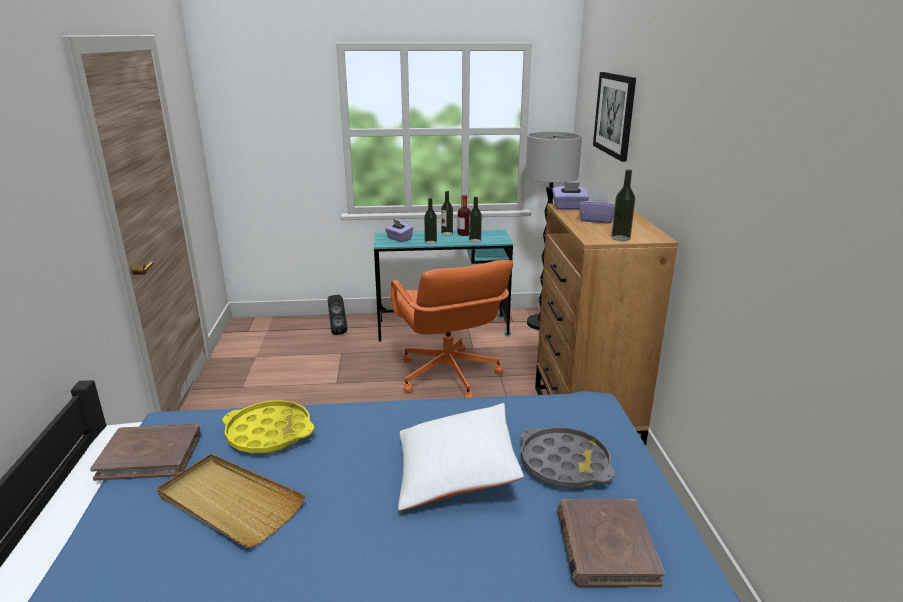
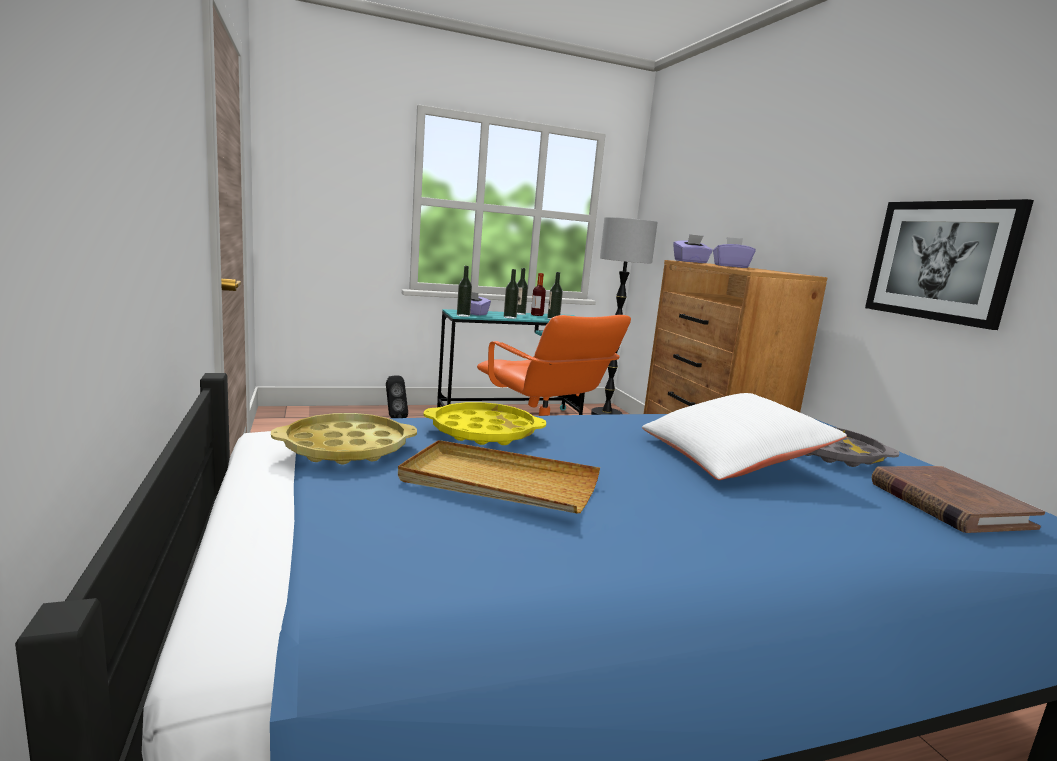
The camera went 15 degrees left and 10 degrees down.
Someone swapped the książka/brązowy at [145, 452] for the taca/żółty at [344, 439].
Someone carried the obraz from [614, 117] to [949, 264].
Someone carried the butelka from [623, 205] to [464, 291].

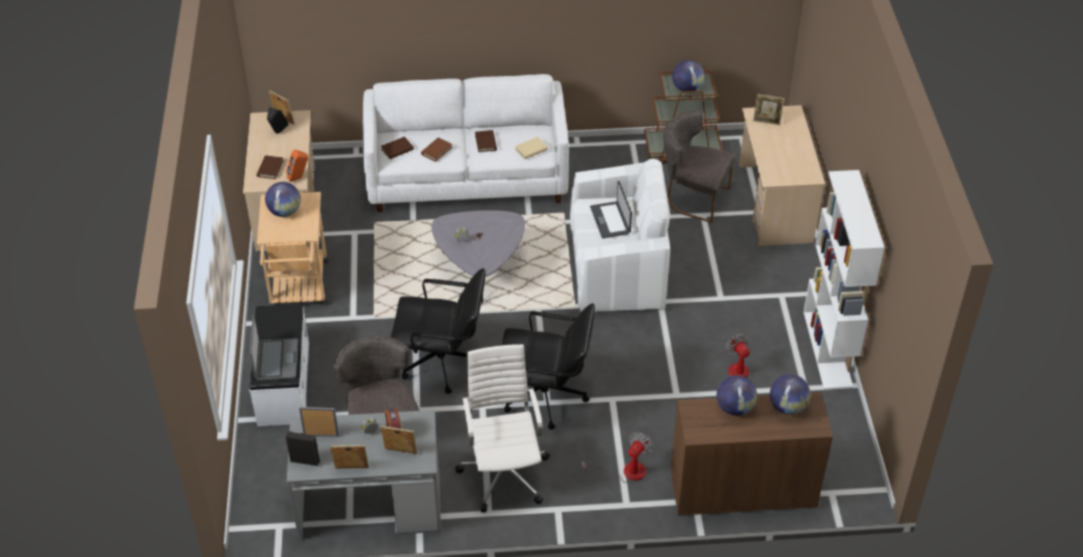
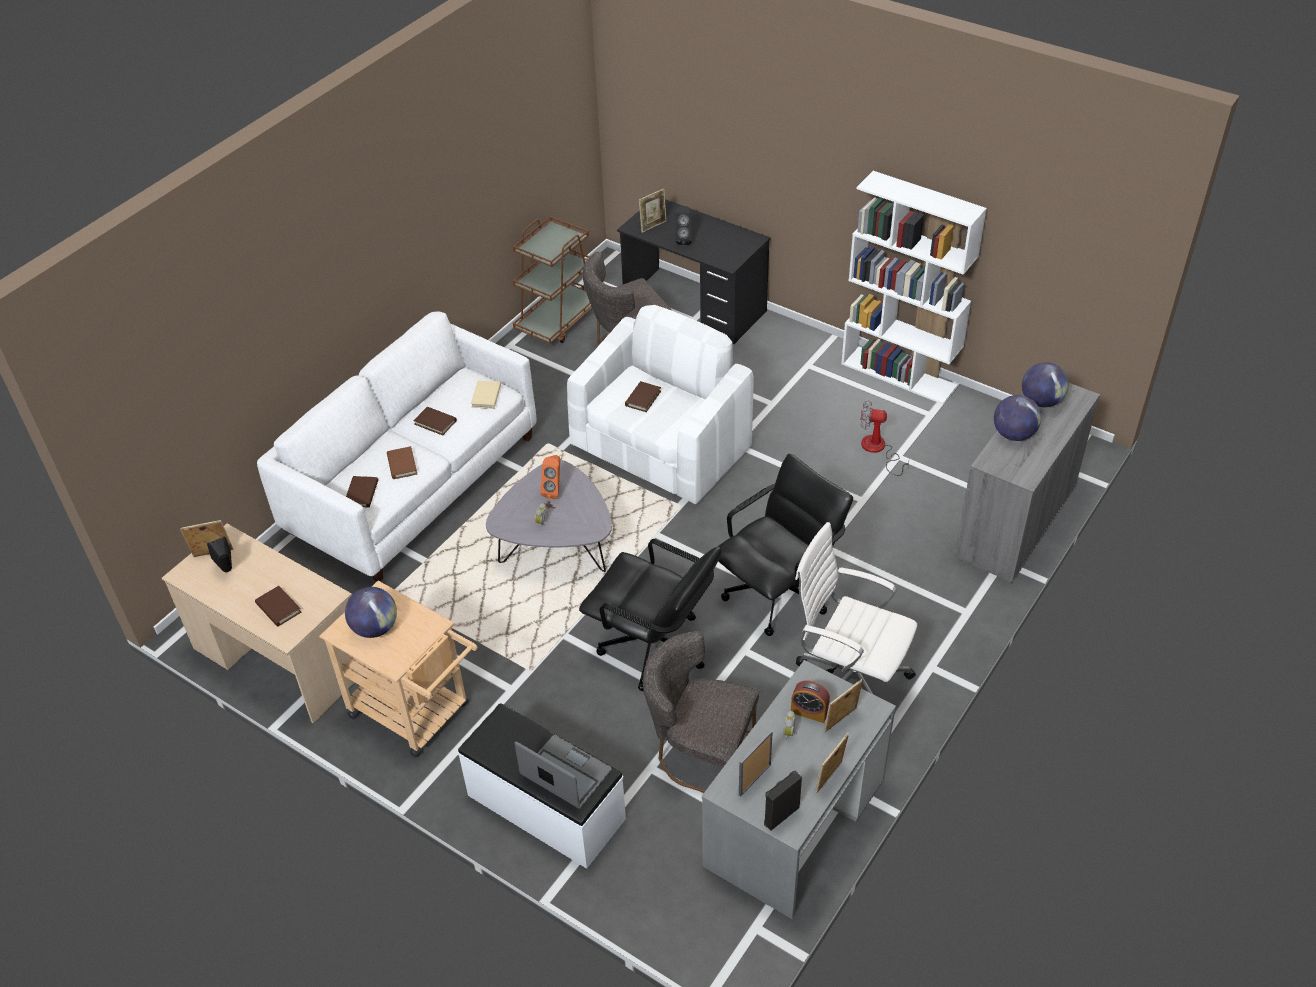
The camera went 50 degrees left and 0 degrees up.
Someone carried the głośnik/pomarańczowy from [297, 165] to [550, 477].
Someone rotated the krzesło biurowe/czarny at [438, 331] by 75 degrees clockwise.
Someone took away the wentylator at [617, 457].
Someone swapped the laptop at [611, 209] for the książka/brązowy at [643, 396].
Someone repainted the szafka/brązowy at [752, 454], which became the szafka/szary at [1027, 483].
Someone took away the globus at [688, 75].
Someone repainted the biurko/beżowy at [782, 175], which became the biurko/czarny at [693, 271].
Someone put down the głośnik/czarny at [683, 225].

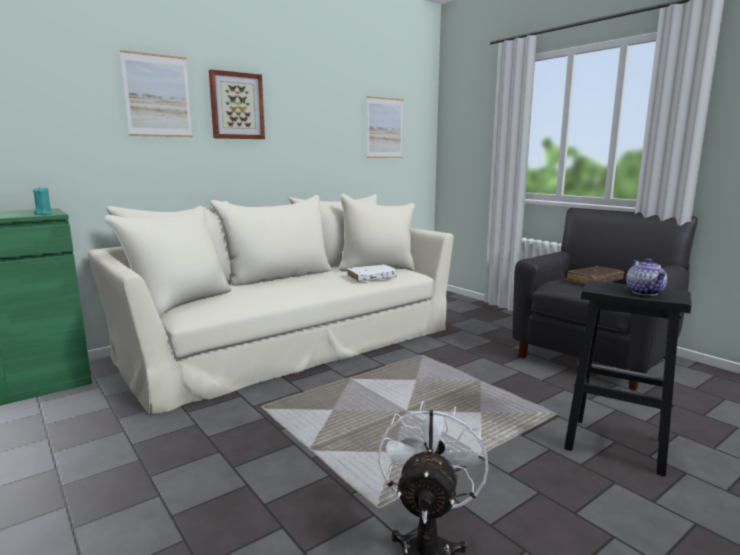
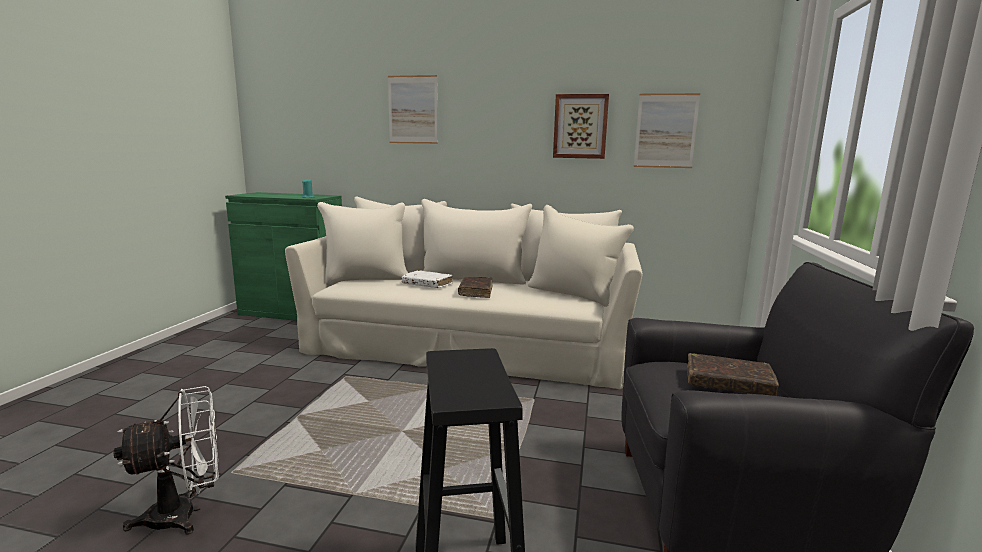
The camera went 50 degrees right and 0 degrees up.
Someone carried the obraz from [237, 104] to [581, 126].
Someone carried the książka/biały from [372, 273] to [427, 279].
Someone took away the imbryk at [646, 277].
Someone put down the książka/brązowy at [475, 287].

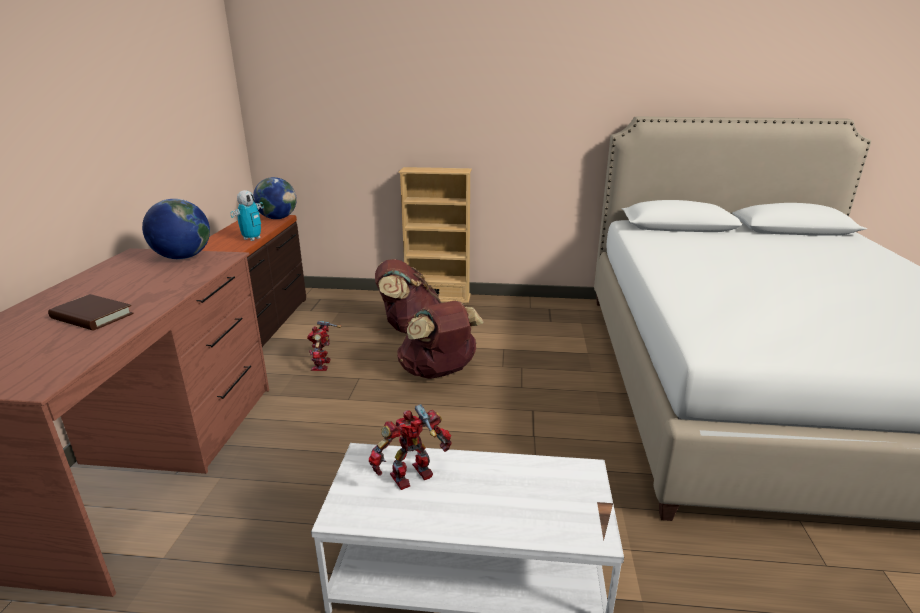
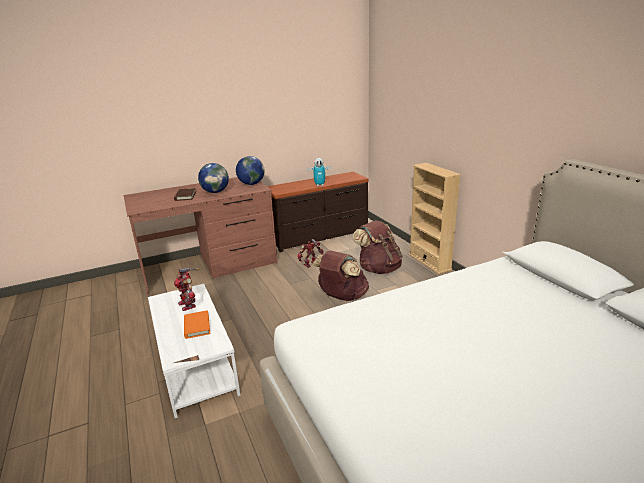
The camera went 60 degrees right and 0 degrees up.
Someone carried the globus from [275, 198] to [213, 178].
Someone rotated the robot zabawkowy at [410, 447] by 150 degrees counterclockwise.
Someone put down the książka/pomarańczowy at [197, 324].

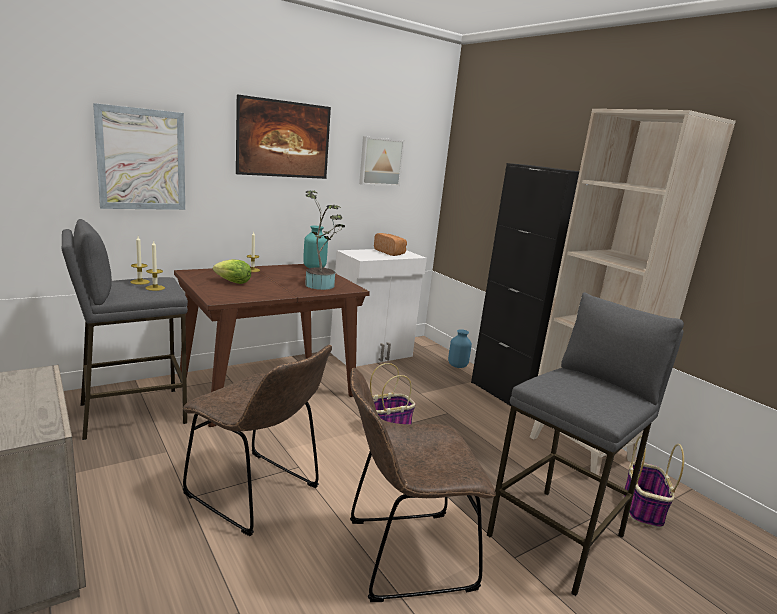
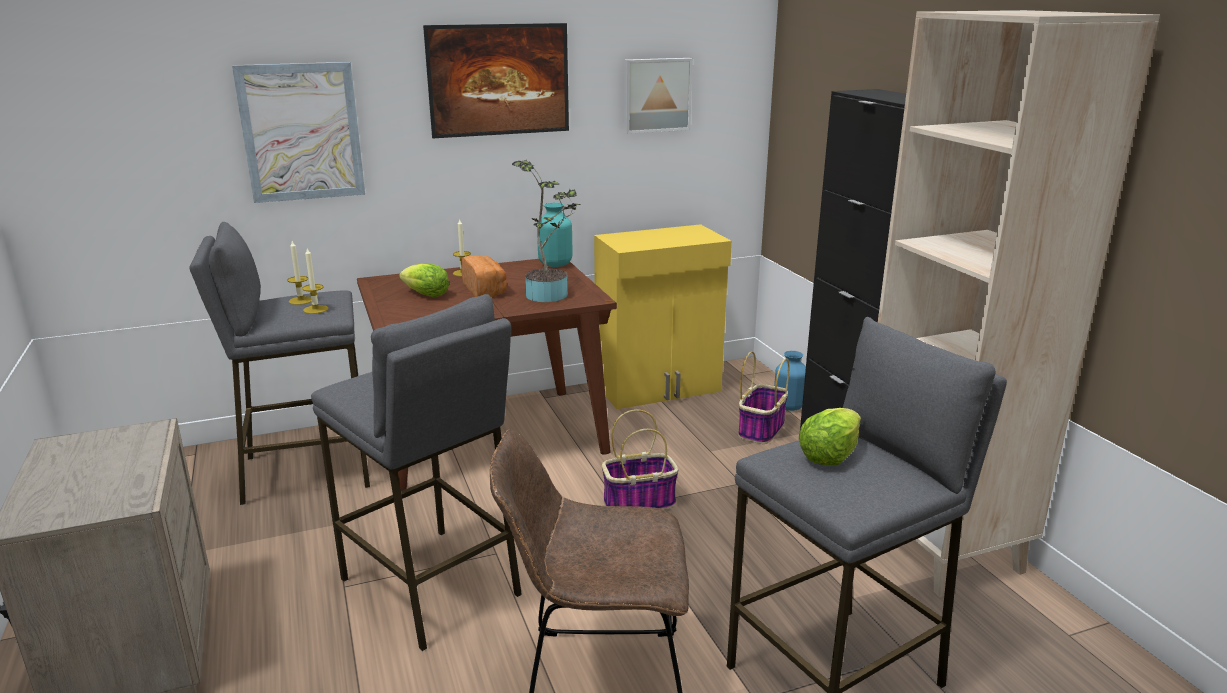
The camera went 15 degrees right and 5 degrees up.
Someone swapped the krzesło/brązowy at [257, 440] for the stołek/szary at [416, 472].
Someone repainted the szafka/biały at [378, 308], which became the szafka/żółty at [663, 316].
Someone carried the chleb from [390, 244] to [484, 276].
Someone carried the koszyk from [654, 482] to [764, 397].
Someone put down the sałata at [830, 436].

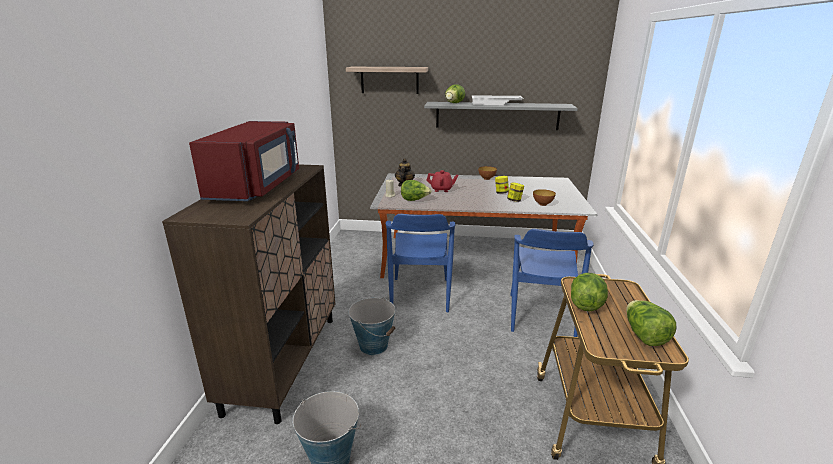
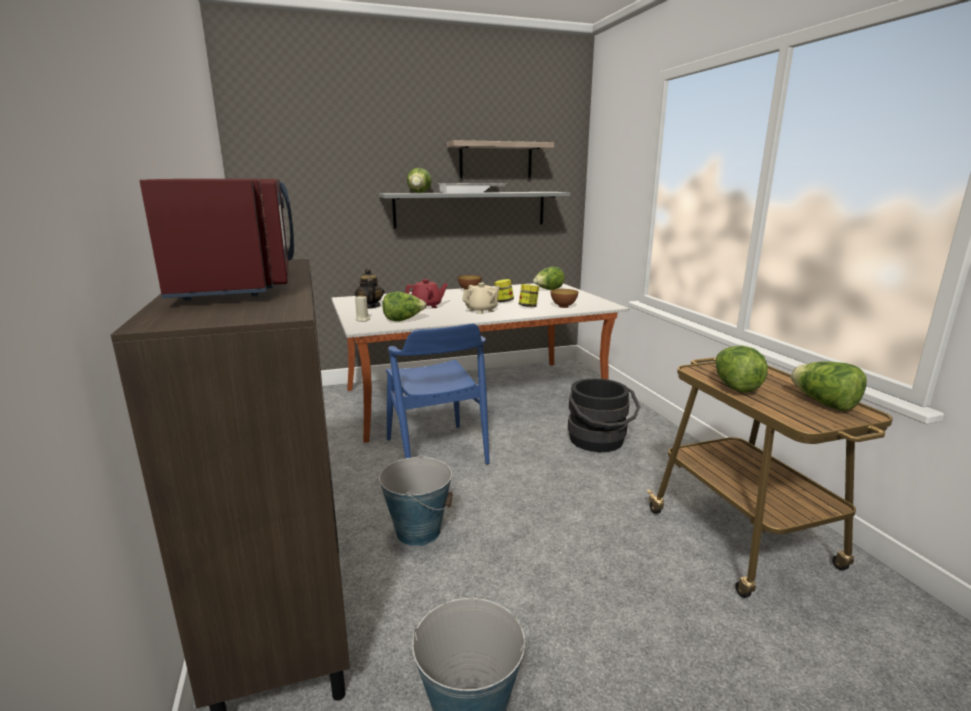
The camera went 25 degrees left and 5 degrees down.
Someone carried the półka from [387, 80] to [500, 159].
Someone swapped the krzesło/niebieski at [552, 283] for the wiadro/czarny at [604, 415].
Someone put down the imbryk/beżowy at [481, 298].
Someone put down the sałata at [549, 278].

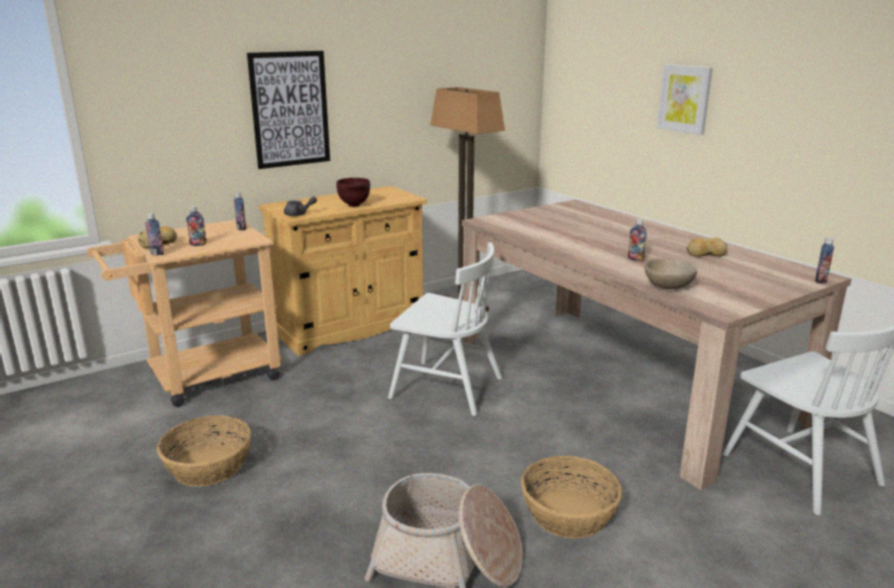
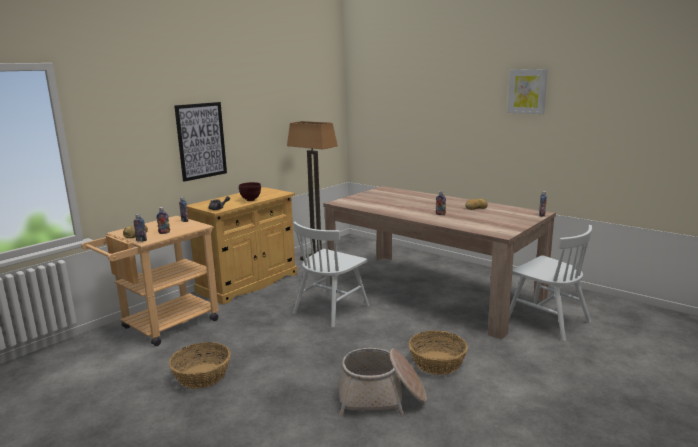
The camera went 15 degrees left and 5 degrees down.
Someone rotated the krzesło/biały at [445, 329] by 120 degrees clockwise.
Someone took away the miska/beżowy at [671, 274].
Someone carried the obraz from [685, 99] to [527, 91].

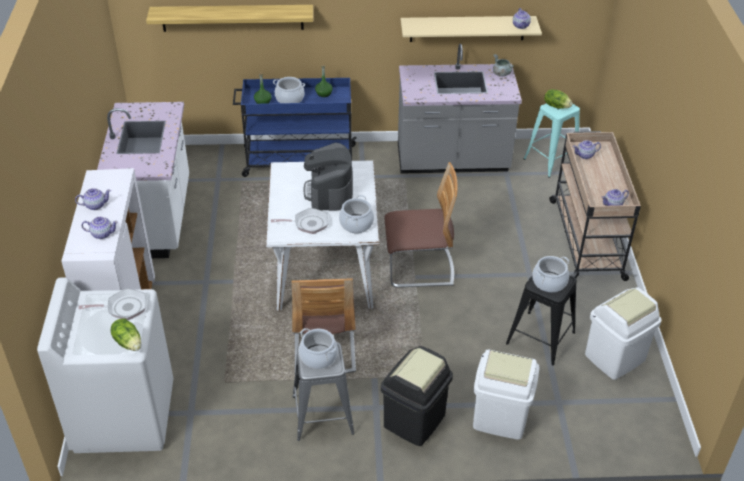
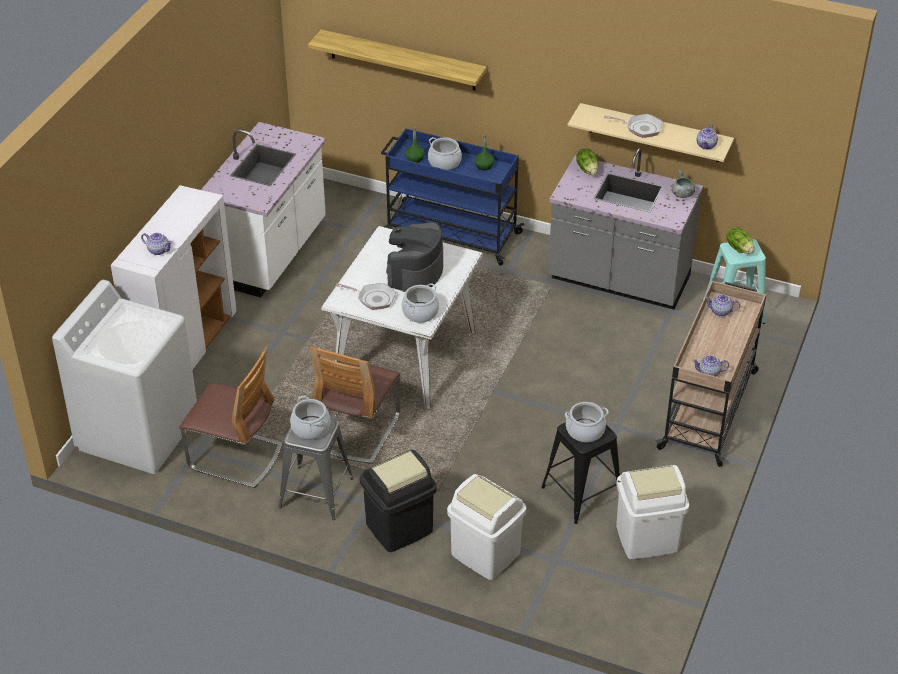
The camera went 25 degrees right and 0 degrees up.
Someone took away the imbryk at [93, 199].
Someone carried the patelnia from [112, 304] to [633, 126].
Someone carried the sałata from [125, 334] to [588, 161].
Someone carried the krzesło from [421, 225] to [231, 417].

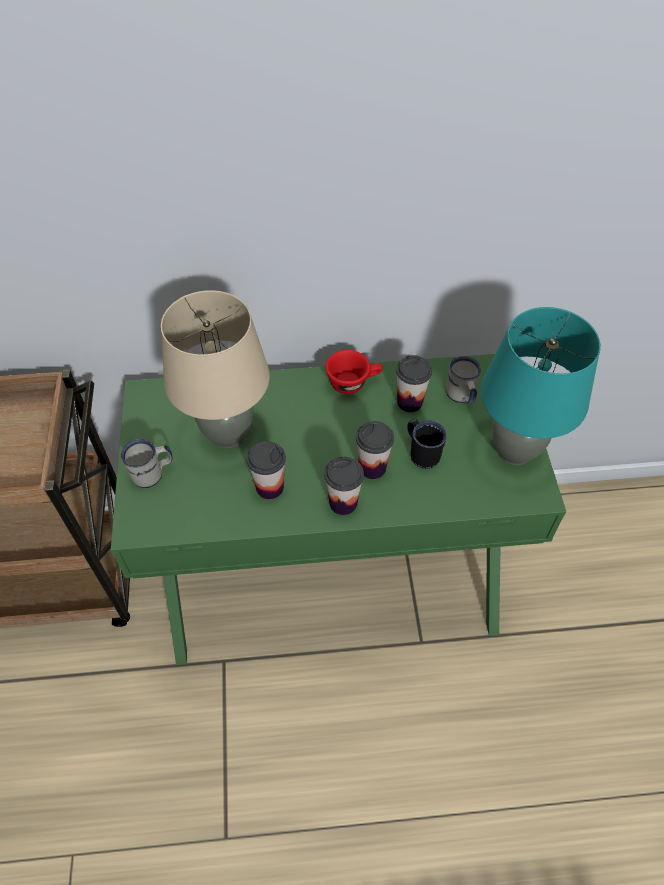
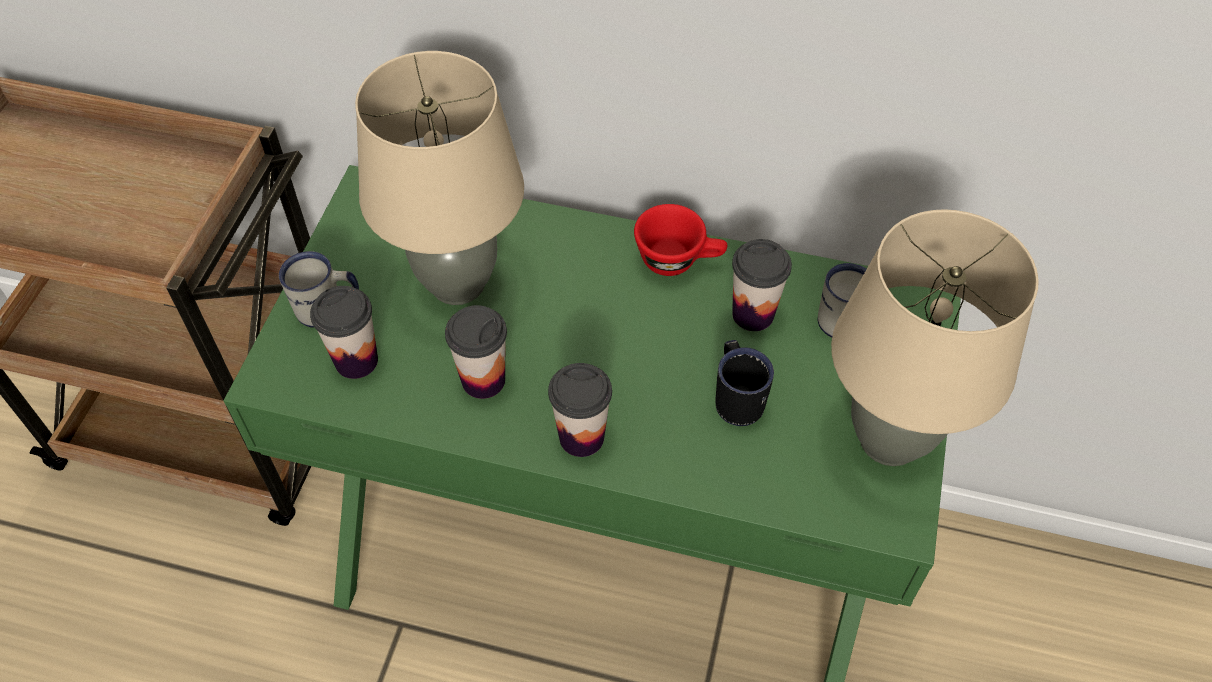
The camera went 20 degrees right and 0 degrees up.
Someone carried the filiżanka from [375, 450] to [344, 332].
Someone repainted the lampa stołowa/turkusowy at [540, 386], which became the lampa stołowa/beżowy at [935, 337].

